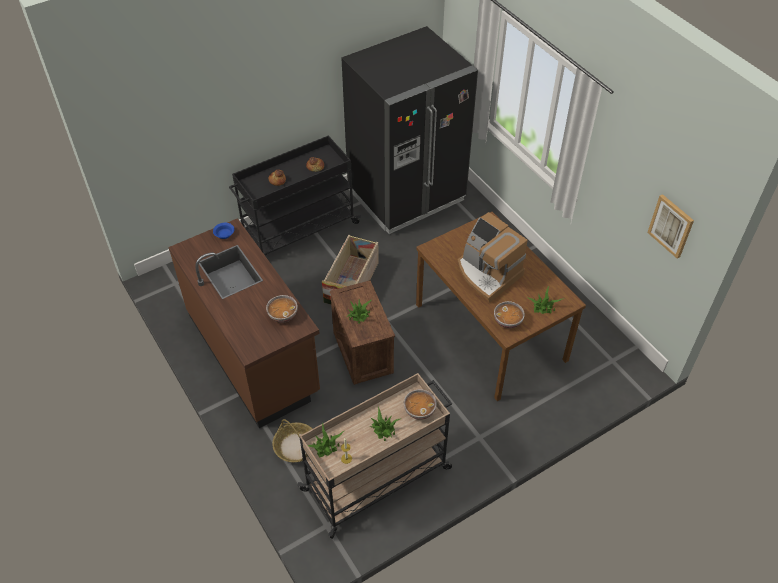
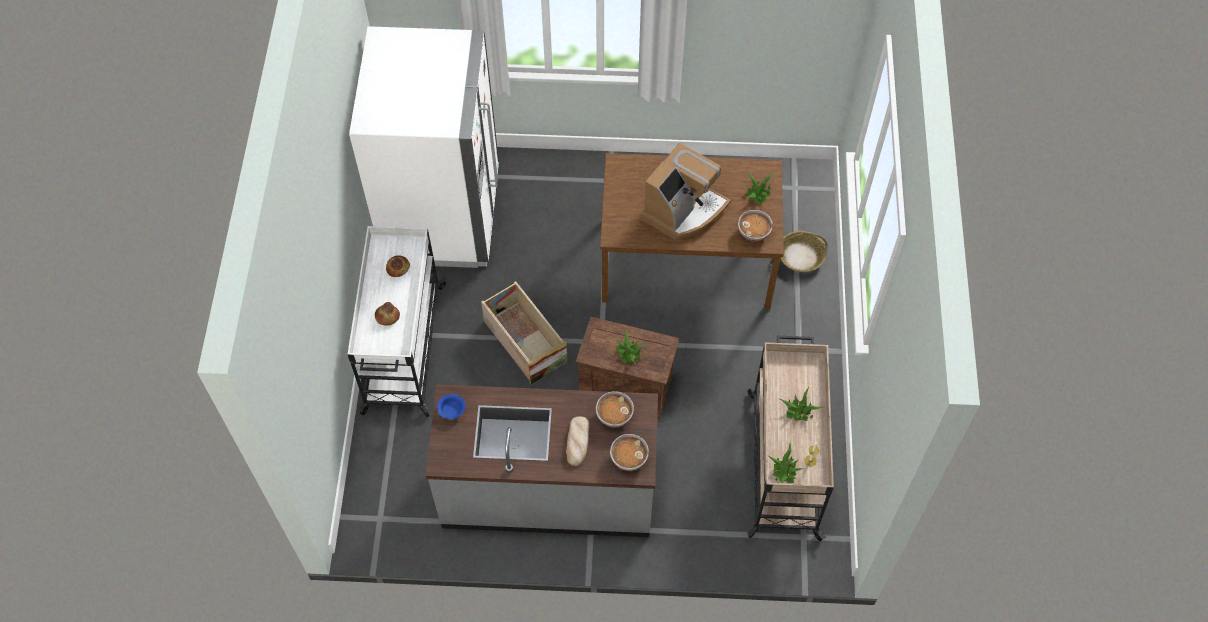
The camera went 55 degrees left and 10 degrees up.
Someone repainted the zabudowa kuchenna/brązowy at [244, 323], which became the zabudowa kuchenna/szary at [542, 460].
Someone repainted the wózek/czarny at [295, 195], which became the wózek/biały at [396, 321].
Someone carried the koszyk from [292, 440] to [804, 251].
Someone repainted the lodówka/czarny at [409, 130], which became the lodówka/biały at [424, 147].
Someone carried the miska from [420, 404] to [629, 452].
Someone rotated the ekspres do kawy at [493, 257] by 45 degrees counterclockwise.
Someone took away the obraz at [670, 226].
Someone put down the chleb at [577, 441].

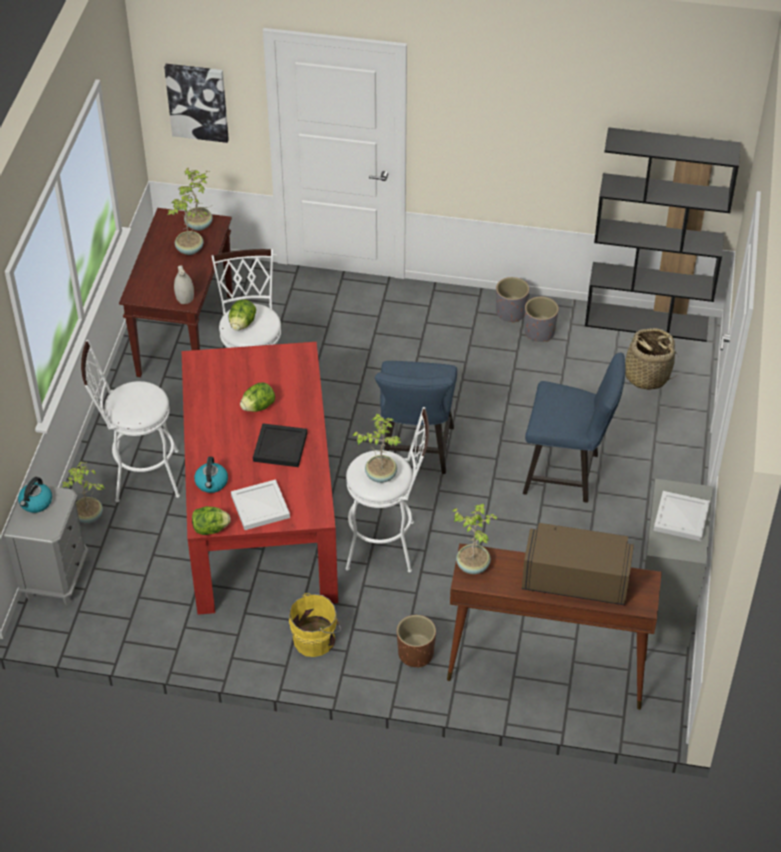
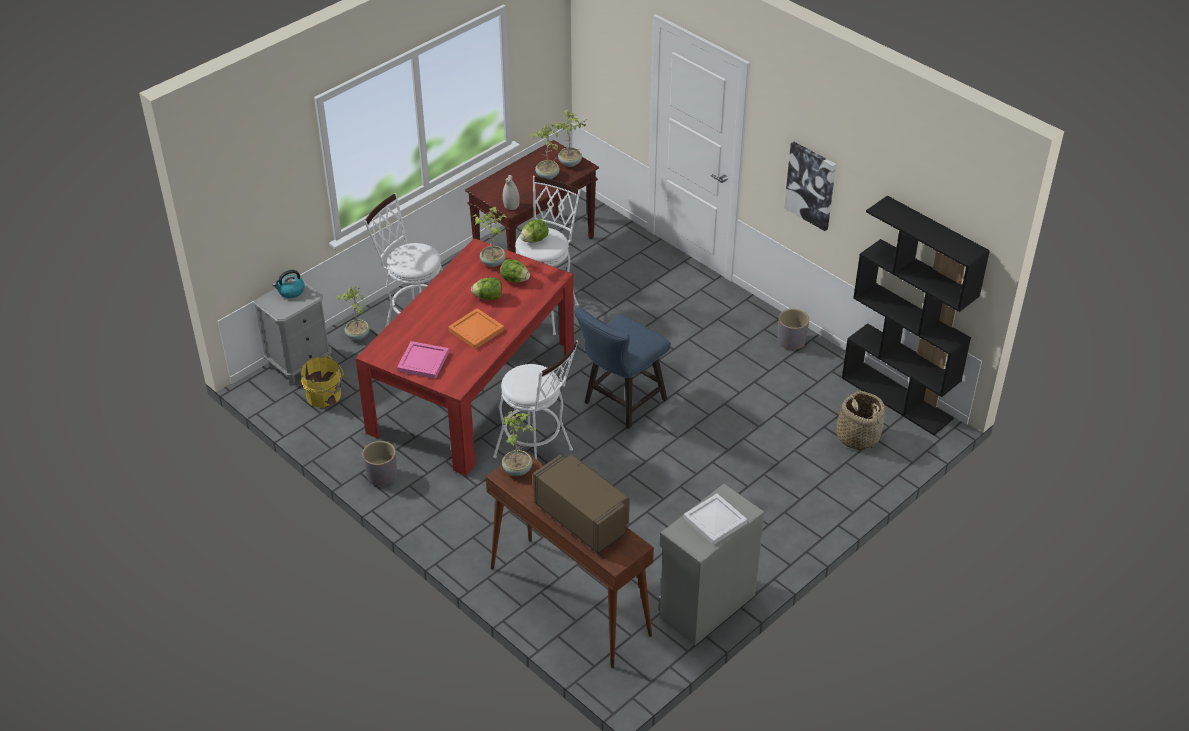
The camera went 35 degrees right and 5 degrees down.
Someone carried the obraz from [196, 103] to [810, 186].
Someone carried the sałata from [211, 520] to [515, 271].
Someone took away the czajnik at [211, 475].
Someone repainted the taca/biały at [260, 504], which became the taca/różowy at [423, 360].
Someone repainted the taca/czarny at [280, 445], which became the taca/pomarańczowy at [476, 328].
Someone carried the wiadro/żółty from [315, 625] to [322, 381].
Someone carried the roślina doniczkowa from [377, 448] to [490, 237].
Someone took away the donica/brązowy at [416, 641].
Someone took away the krzesło/niebieski at [574, 428].
Someone carried the donica/szary from [541, 319] to [379, 464].

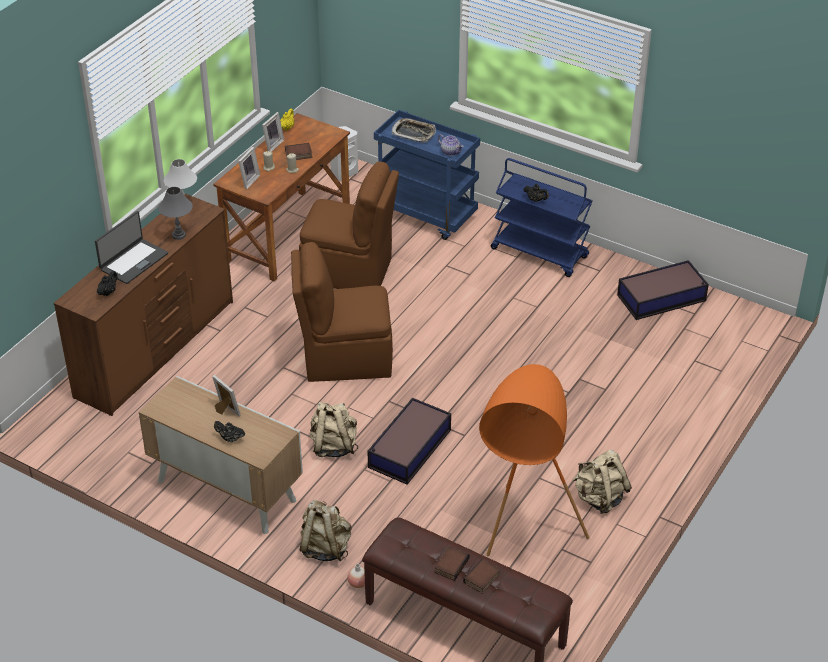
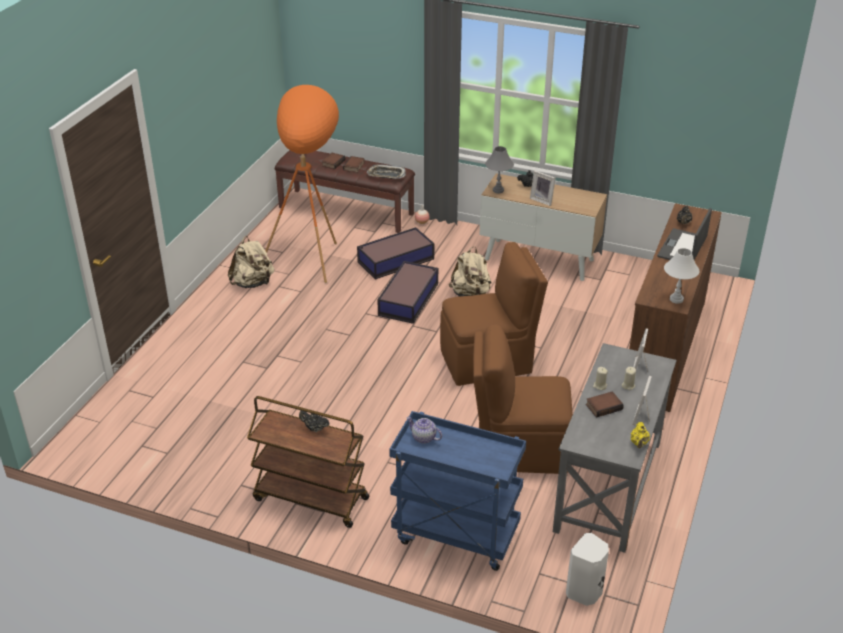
The camera went 170 degrees right and 5 degrees down.
Someone carried the lampa stołowa/szary from [175, 213] to [499, 169].
Someone repainted the biurko/brązowy at [281, 197], which became the biurko/szary at [614, 448].
Someone took away the plecak/beżowy at [325, 530].
Someone carried the taca from [414, 130] to [386, 171].
Someone repainted the wózek/niebieski at [542, 217], which became the wózek/brązowy at [308, 462].
Someone carried the pojemnik do przechowywania from [663, 290] to [395, 253].

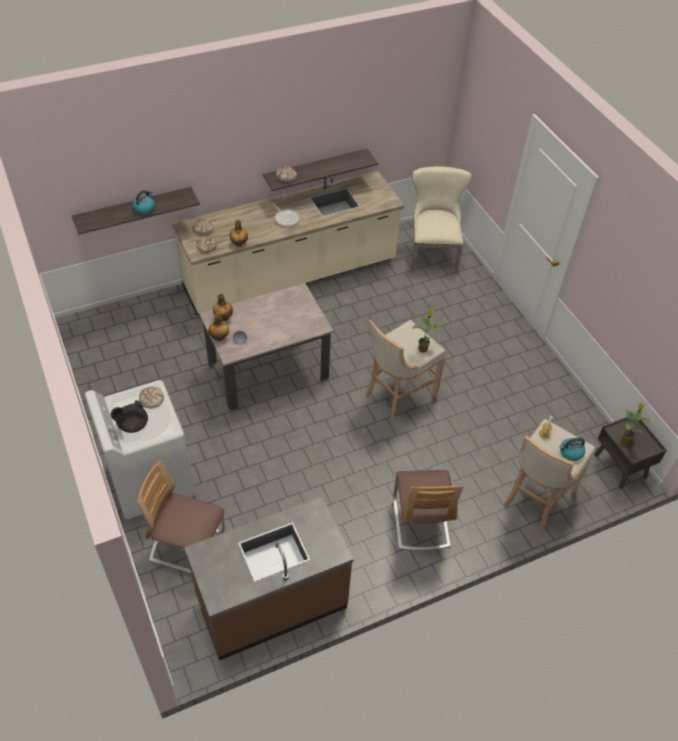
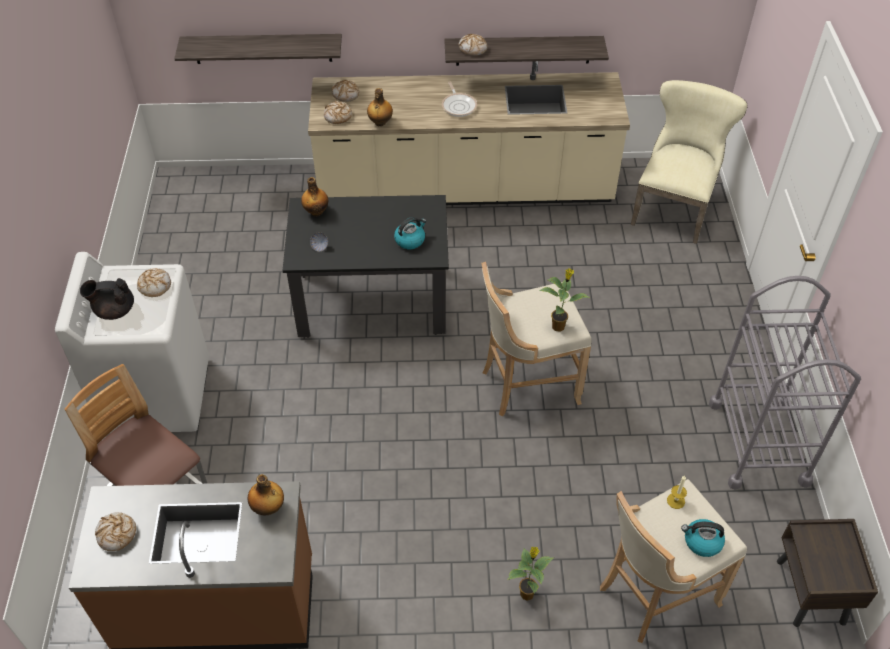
The camera went 25 degrees right and 0 degrees up.
Someone carried the czajnik from [143, 202] to [410, 233].
Someone repainted the stół jadalny/beżowy at [266, 346], which became the stół jadalny/czarny at [365, 266].
Someone carried the butelka from [218, 327] to [265, 494].
Someone took away the krzesło at [428, 510].
Someone carried the roślina doniczkowa from [636, 424] to [531, 574].
Someone put down the chleb at [115, 531].
Someone put down the wózek/szary at [785, 383].

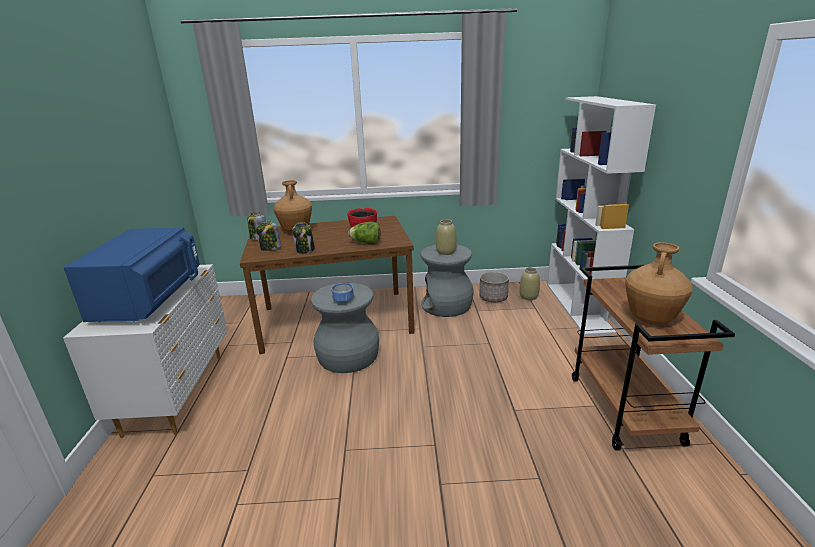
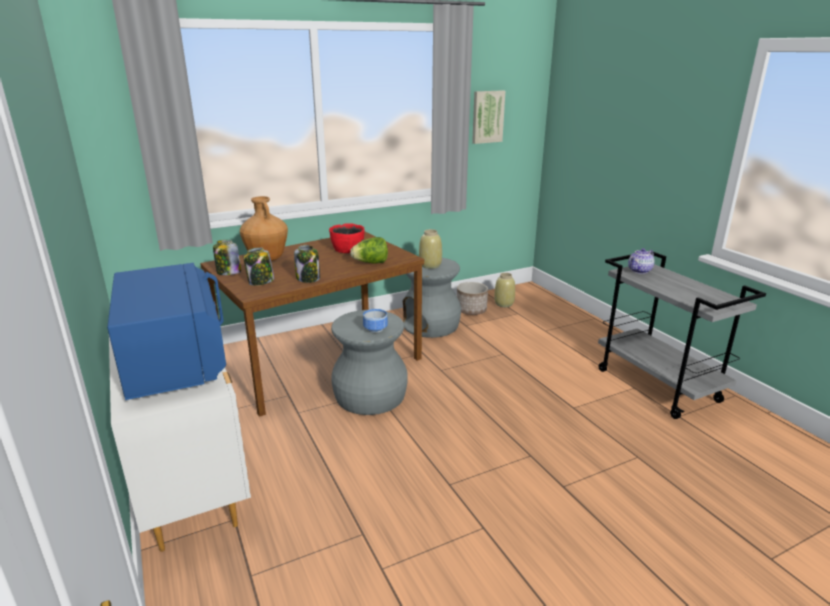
The camera went 25 degrees left and 0 degrees up.
Someone took away the regał/biały at [601, 216].
Someone repainted the wózek/brązowy at [653, 358], which became the wózek/szary at [682, 335].
Someone took away the wazon/brązowy at [659, 283].
Someone put up the obraz at [488, 117].
Someone put down the imbryk at [641, 261].

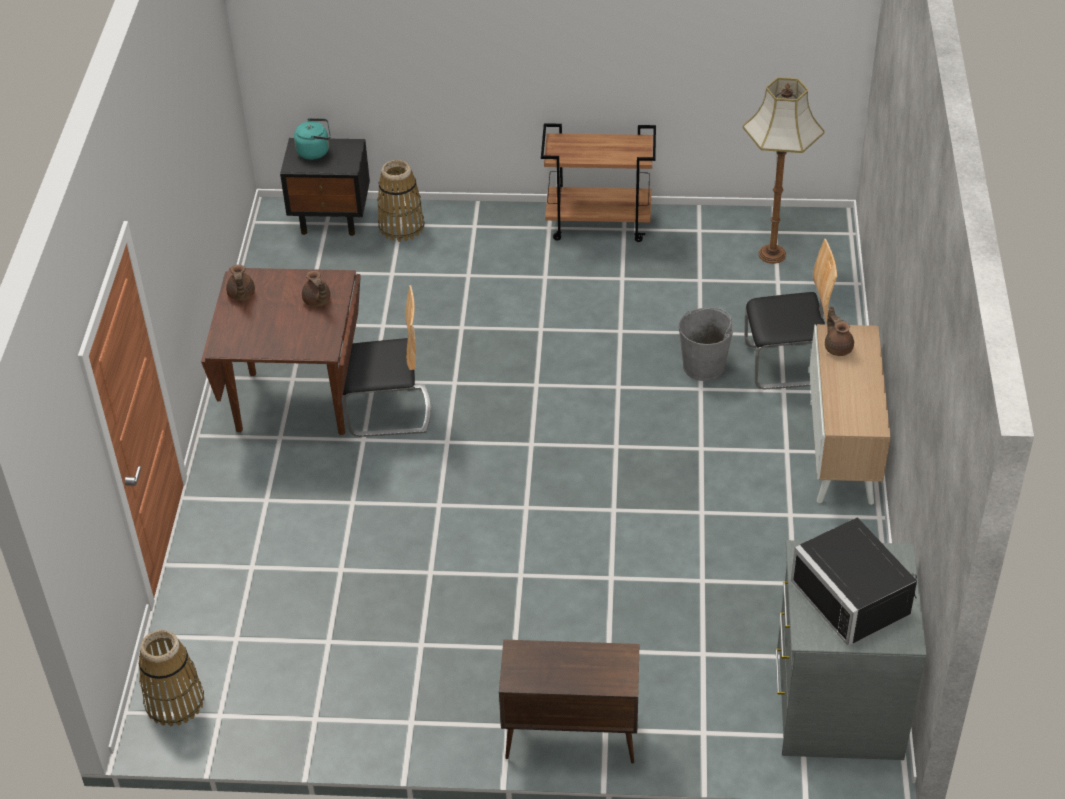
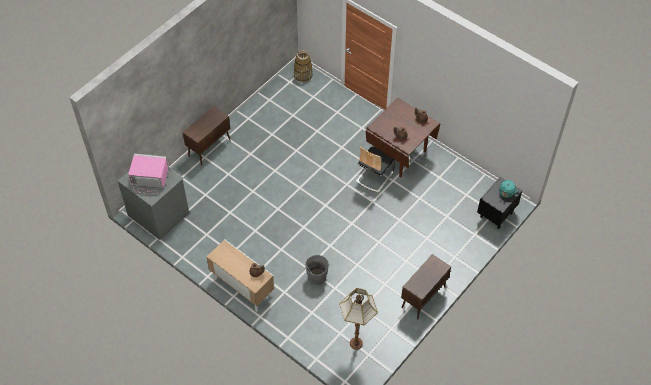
The camera went 125 degrees right and 10 degrees up.
Someone took away the koszyk at [401, 201].
Someone swapped the wózek/brązowy at [598, 182] for the szafka/brązowy at [426, 287].
Someone took away the krzesło at [790, 314].
Someone repainted the mikrofalówka/czarny at [854, 581], which became the mikrofalówka/różowy at [148, 174].

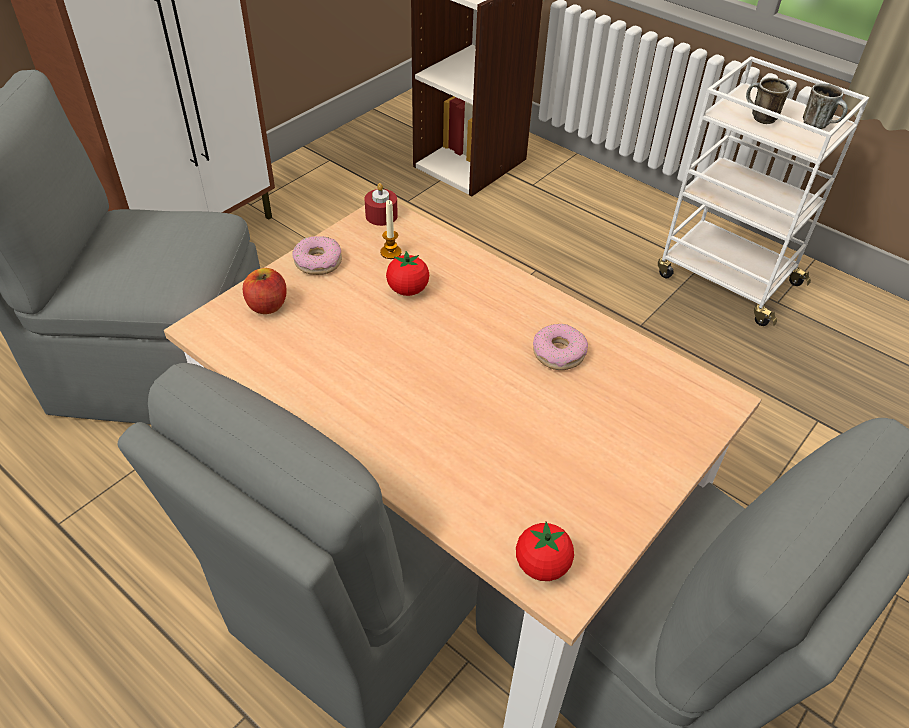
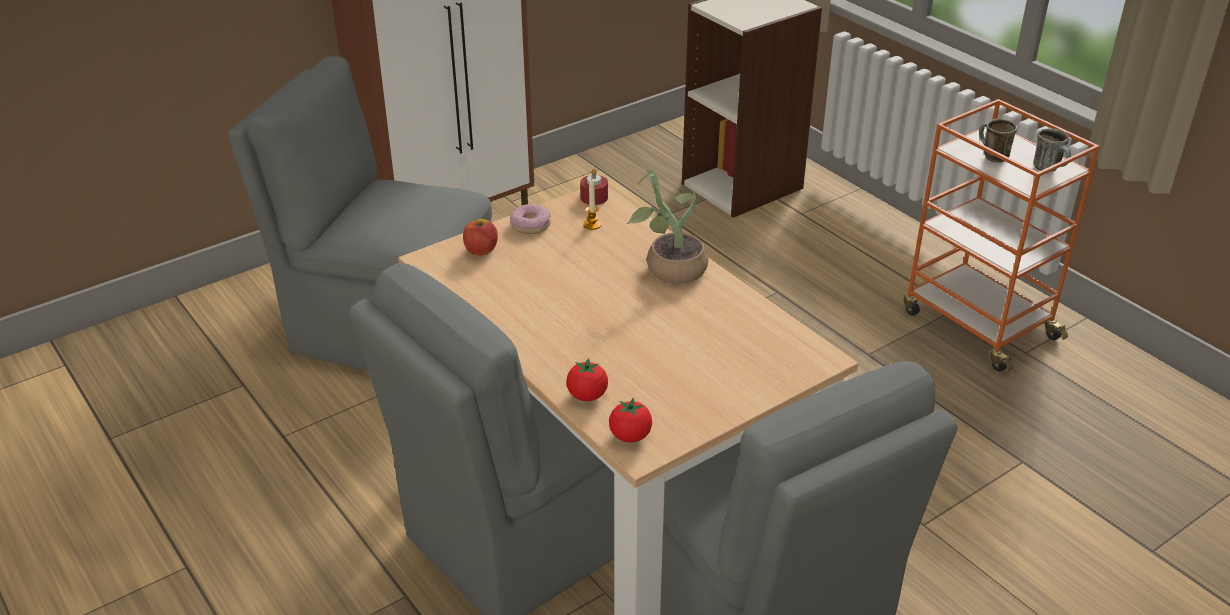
The camera went 15 degrees right and 10 degrees down.
Someone carried the pomidor from [407, 273] to [587, 379].
Someone took away the donut at [560, 347].
Someone repainted the wózek/biały at [763, 191], which became the wózek/pomarańczowy at [1002, 235].
Someone put down the roślina doniczkowa at [668, 227].

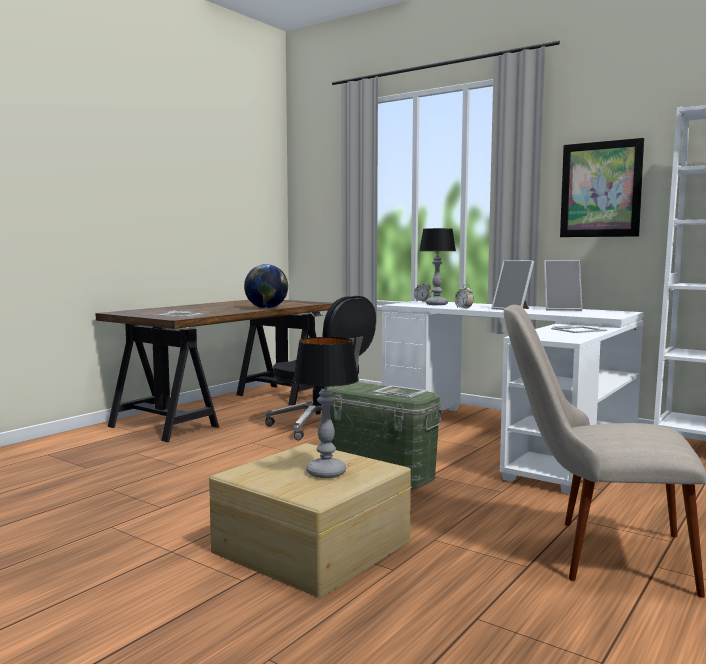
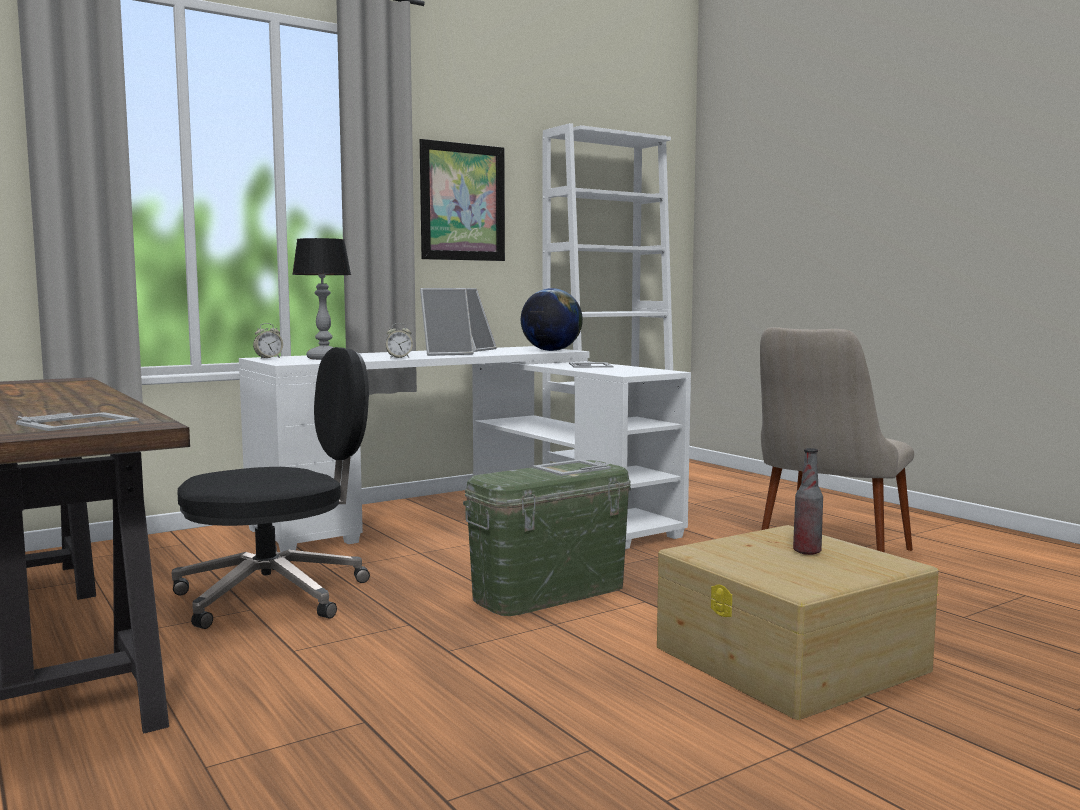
The camera went 70 degrees left and 0 degrees up.
Someone carried the globus from [266, 286] to [552, 319].
Someone swapped the lampa stołowa at [326, 407] for the butelka at [808, 501].

